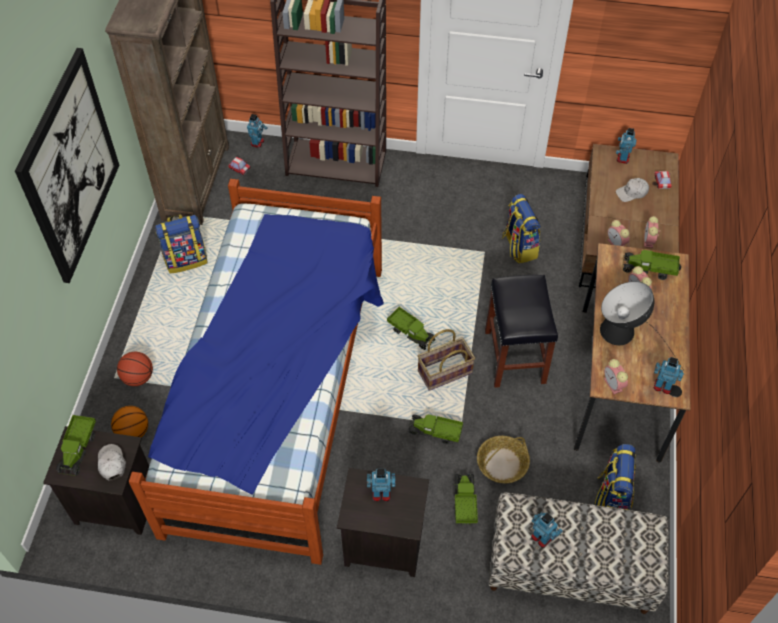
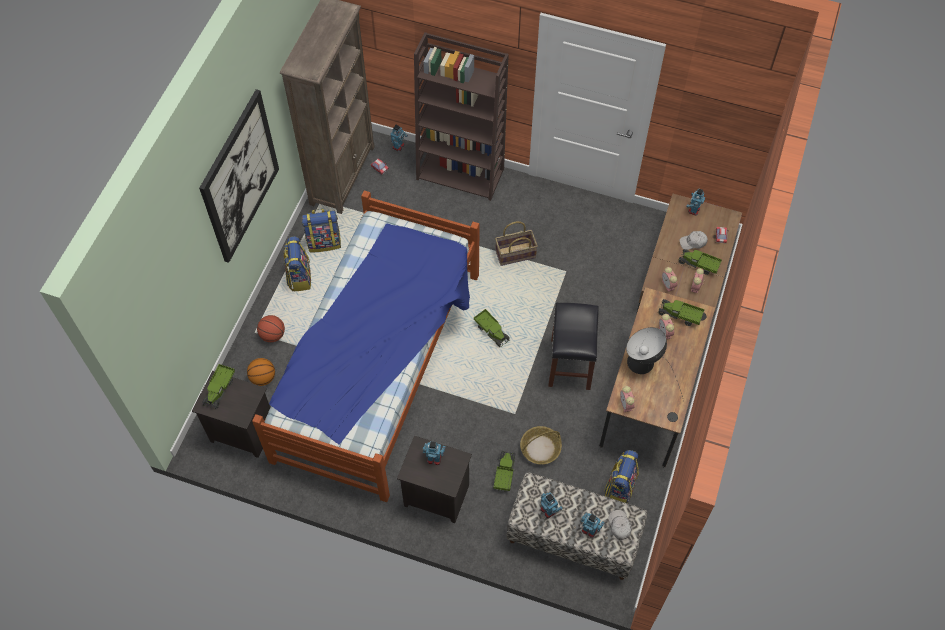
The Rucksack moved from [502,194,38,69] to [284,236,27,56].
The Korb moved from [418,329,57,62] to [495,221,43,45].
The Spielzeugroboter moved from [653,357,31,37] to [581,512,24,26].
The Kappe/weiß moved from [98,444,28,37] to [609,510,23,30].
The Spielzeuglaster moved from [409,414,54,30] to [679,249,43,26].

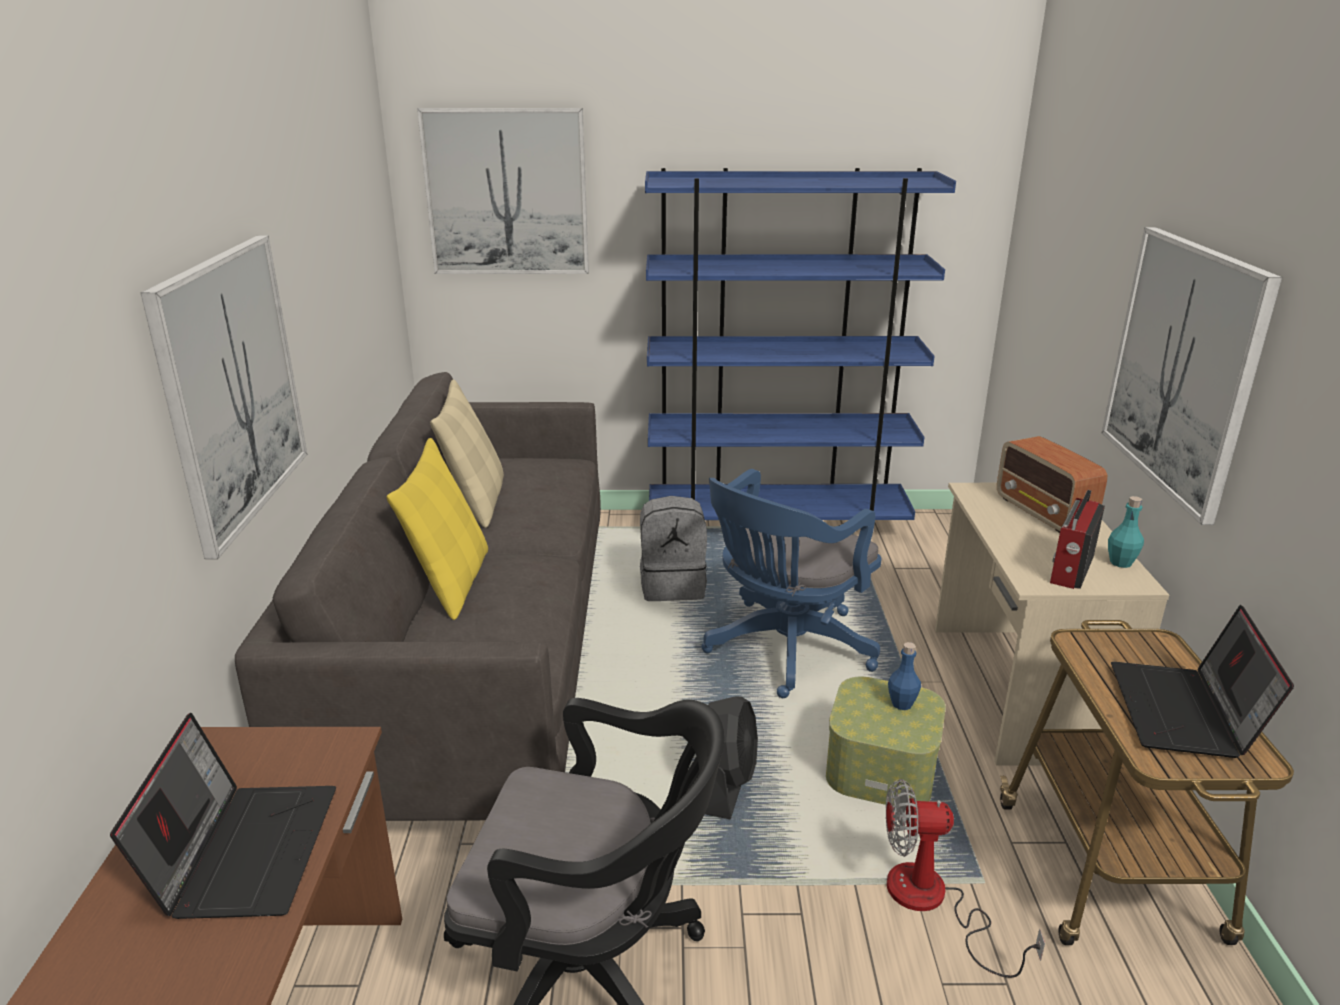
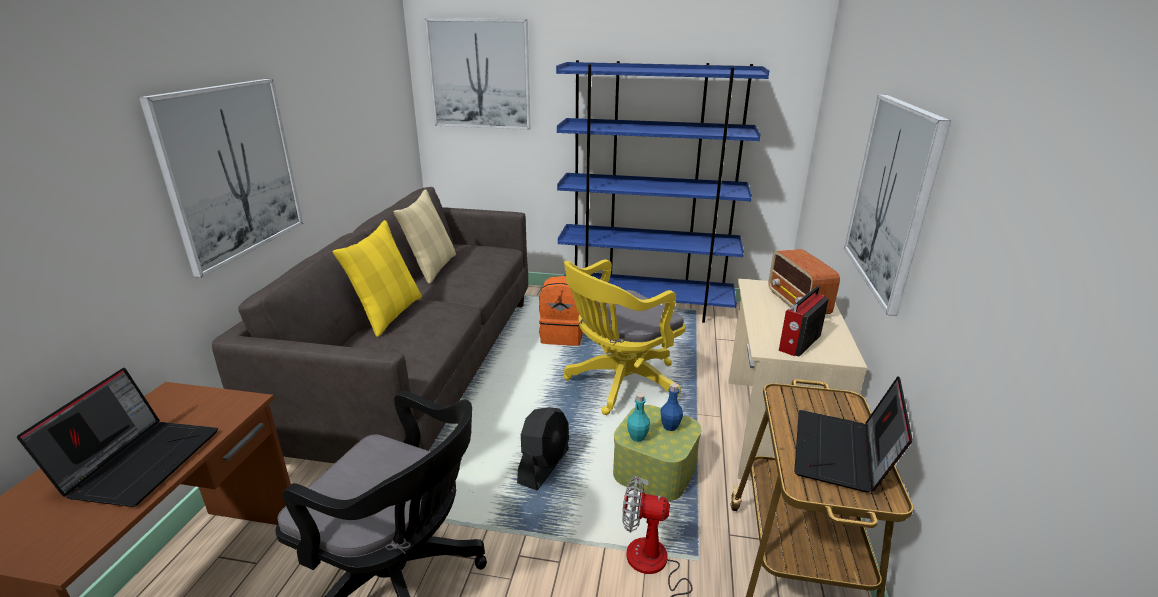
The Rucksack/grau at [640,496,67,105] became the Rucksack/orange at [539,276,44,70].
The Bürostuhl/blau at [701,469,180,229] became the Bürostuhl/gelb at [564,259,122,156].
The Flasche/türkis moved from [1108,496,36,72] to [627,393,23,49].

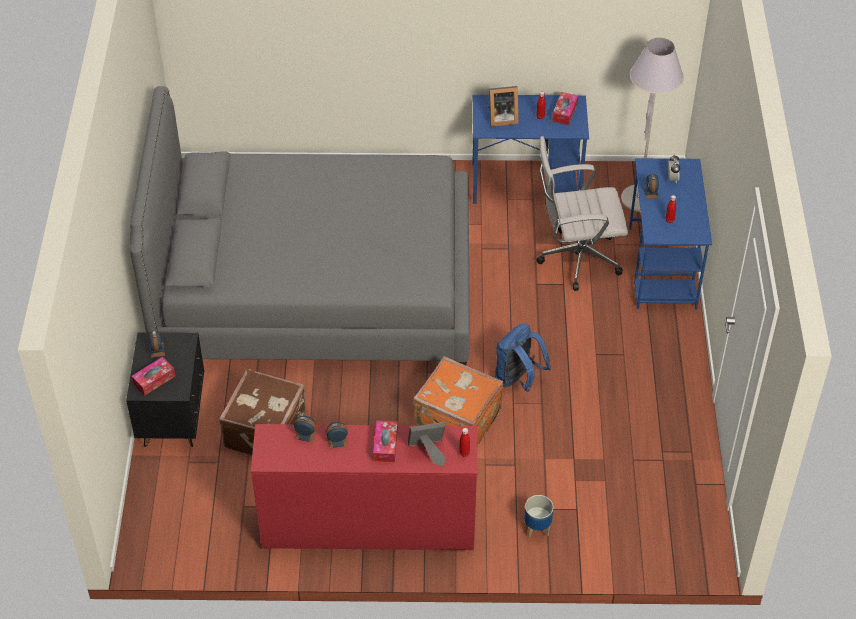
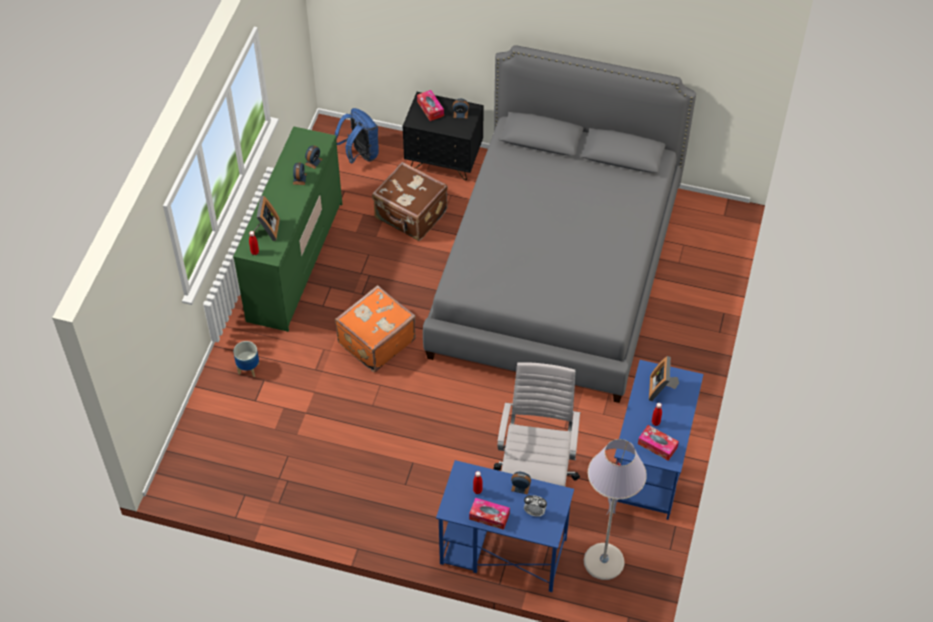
The Kommode/rot at [251,424,226,126] became the Kommode/grün at [233,127,109,205].
The Rucksack/blau moved from [495,323,56,69] to [335,108,44,56].
The Taschentuchbox moved from [373,421,25,41] to [469,498,41,32].

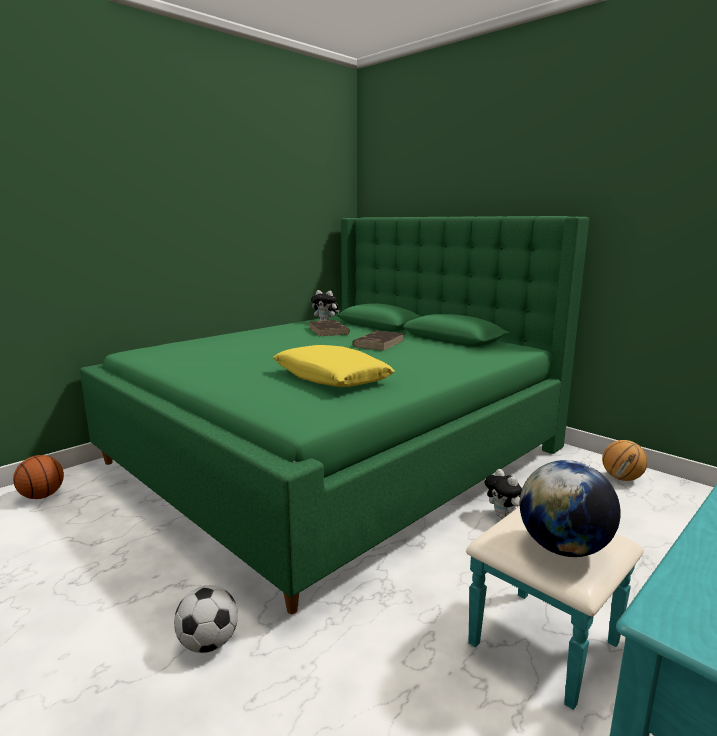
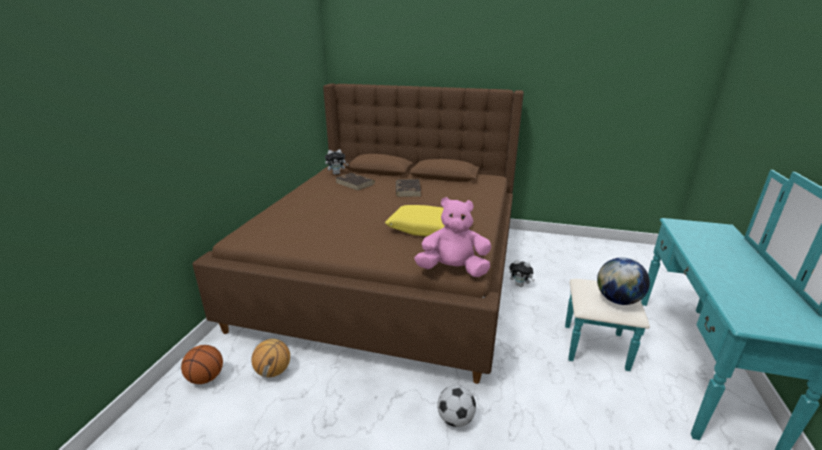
The Bett/grün at [80,216,509,398] became the Bett/braun at [192,84,332,300].
The Basketball moved from [602,440,46,41] to [251,339,39,38].
The Plüschtier/rosa at [414,197,77,80] appeared.

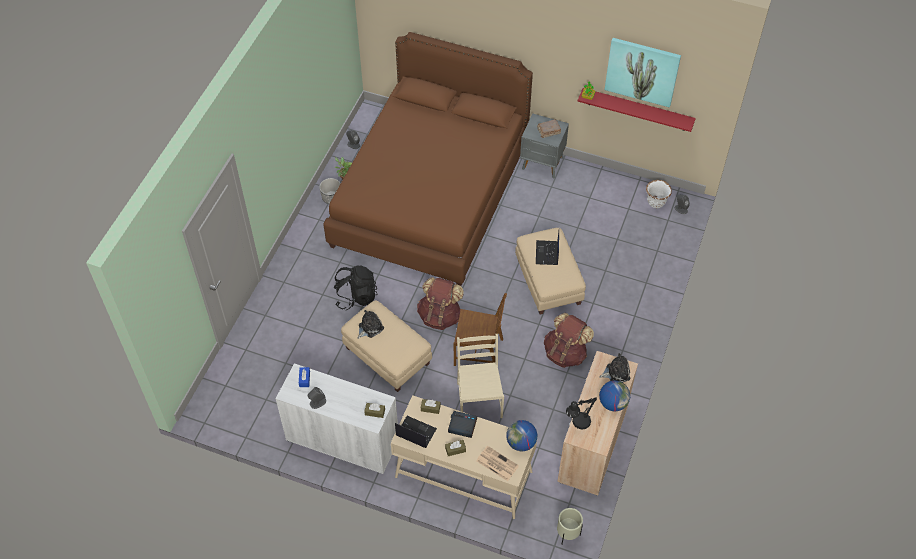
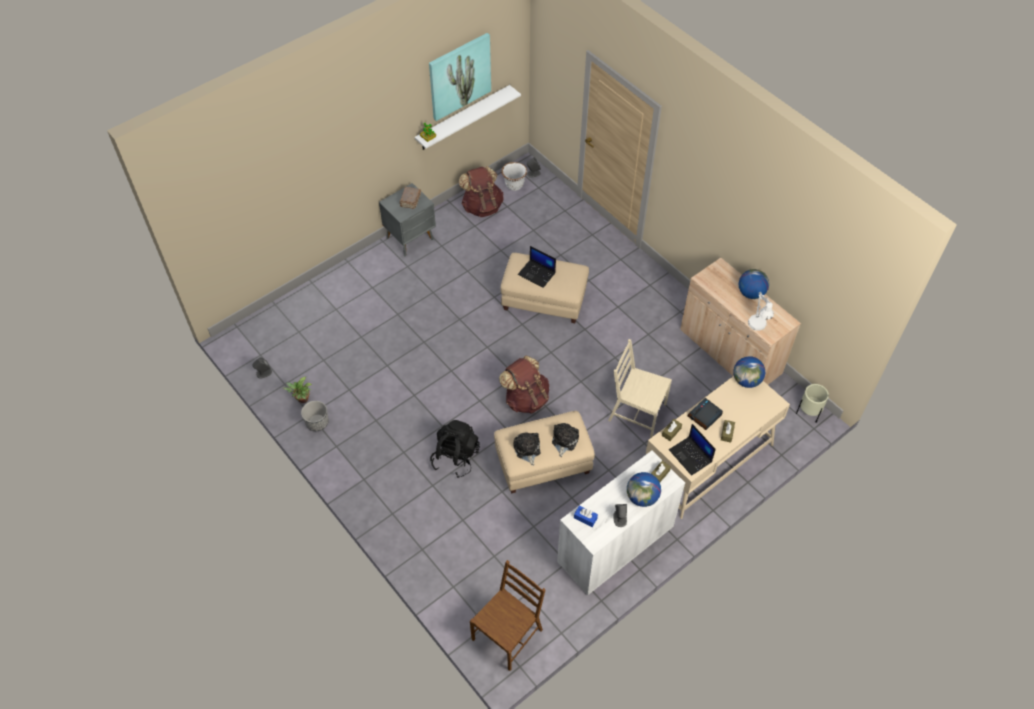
The Wandregal/rot at [578,88,118,44] became the Wandregal/weiß at [415,85,106,65].
The Rucksack/braun moved from [544,313,50,55] to [459,166,45,51].
The Stuhl/braun moved from [454,293,53,73] to [470,560,76,111].
The Plüschtier moved from [599,353,32,30] to [552,423,27,34].
The Globus at [627,472,34,35] appeared.
The Laptop at [395,416,42,32] turned 90 degrees counterclockwise.
The Tischlampe/schwarz at [566,397,31,32] became the Tischlampe/weiß at [748,292,26,39].
The Bett/braun at [323,32,210,254] disappeared.
The Zeitung at [476,446,43,35] disappeared.

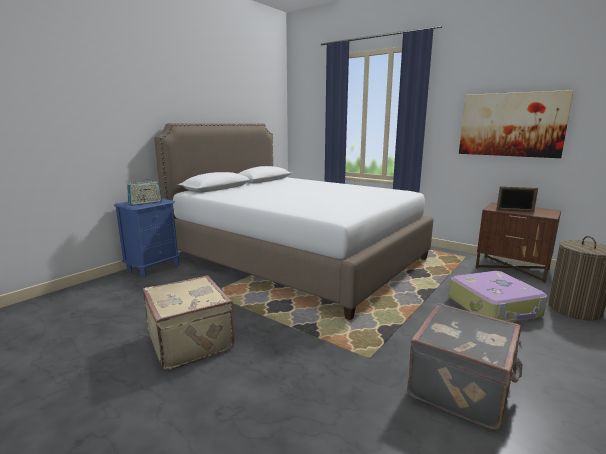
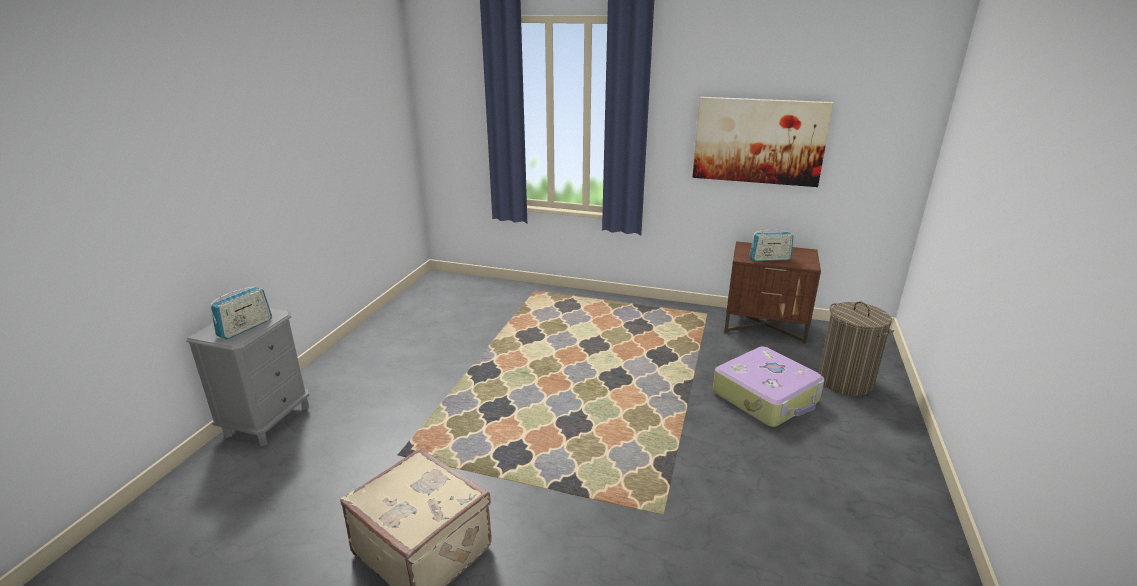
The Nachttisch/blau at [114,198,66,80] became the Nachttisch/grau at [186,308,123,139].
The Bilderrahmen at [496,186,42,26] was replaced by the Radio at [749,230,44,31].
The Bett/weiß at [154,123,279,197] disappeared.
The Koffer/grau at [407,303,116,126] disappeared.

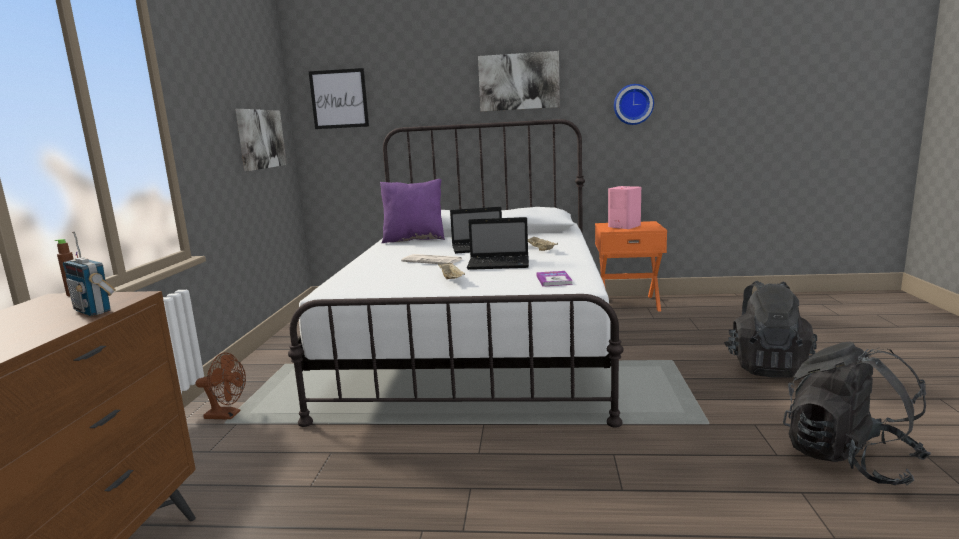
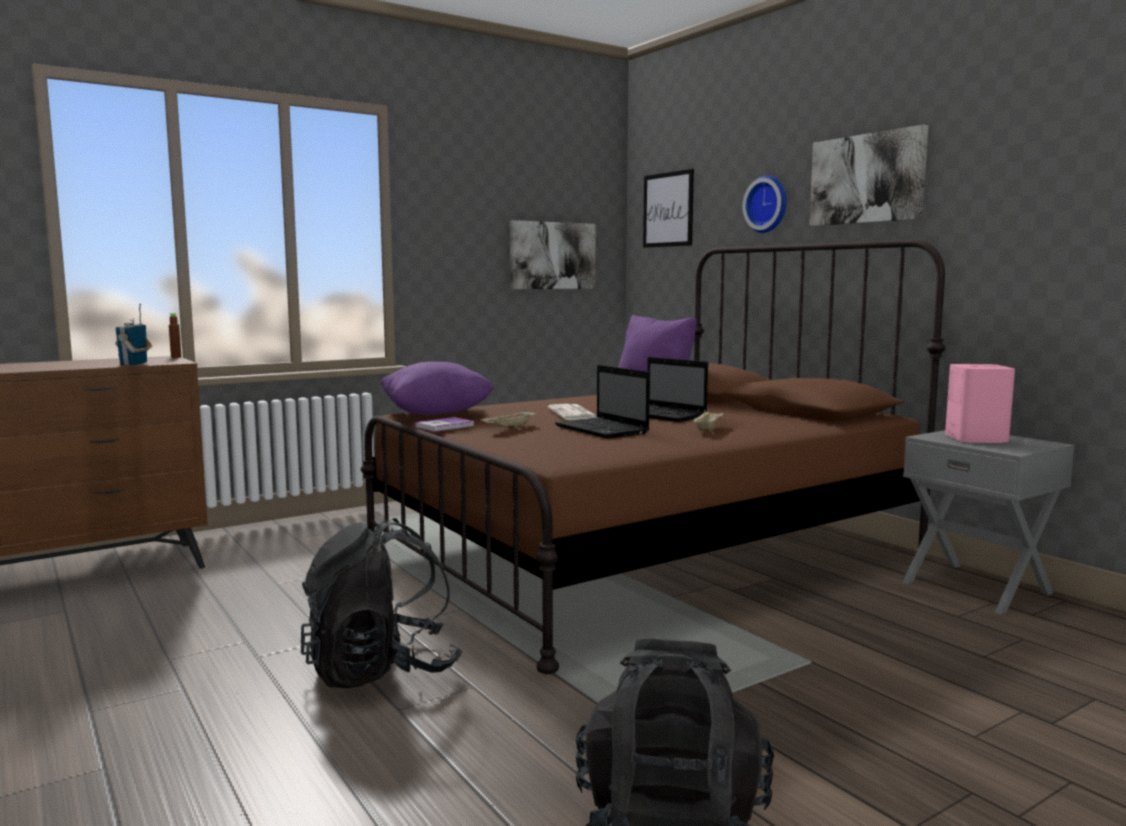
The Rucksack/schwarz moved from [724,281,93,97] to [301,518,161,170].
The Bett/weiß at [288,119,336,309] became the Bett/braun at [361,239,584,435].
The Kissen/lila at [380,362,115,53] appeared.
The Buch moved from [536,271,37,16] to [414,417,60,15].
The Wanduhr moved from [614,84,40,41] to [743,175,44,58].
The Nachttisch/orange at [595,221,72,91] became the Nachttisch/grau at [902,430,173,184].
The Ventilator/braun at [196,352,50,68] disappeared.

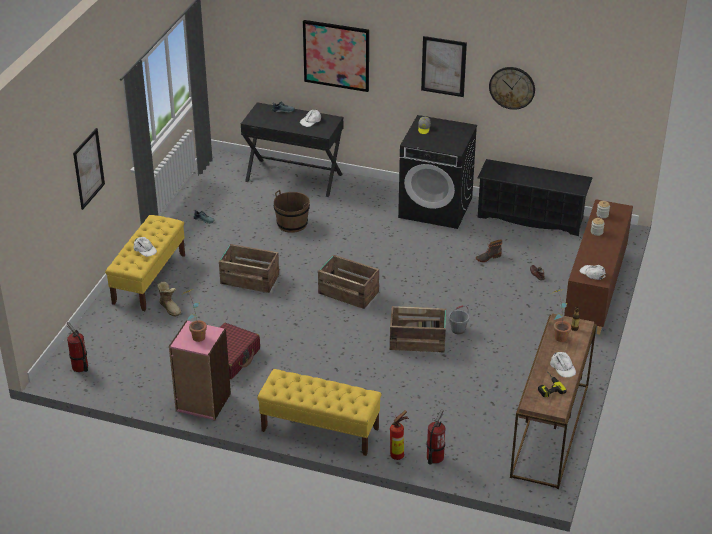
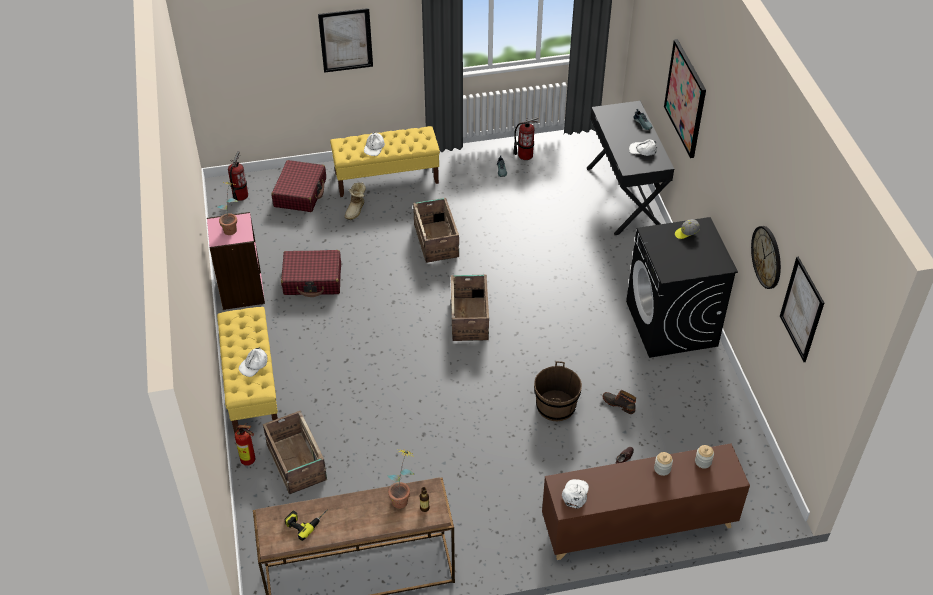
The Kappe/weiß moved from [550,352,26,25] to [239,348,29,29].
The Kiste moved from [390,306,56,46] to [263,411,64,83].
The Koffer/rot at [271,160,55,52] appeared.
The Feuerlöscher moved from [426,409,19,55] to [513,117,26,43].
The Eimer/braun moved from [274,190,36,43] to [534,361,48,60].
The Bild moved from [421,36,46,61] to [780,257,44,105].
The Eimer/grau at [449,305,20,29] disappeared.
The Schuhregal/schwarz at [478,159,114,77] disappeared.

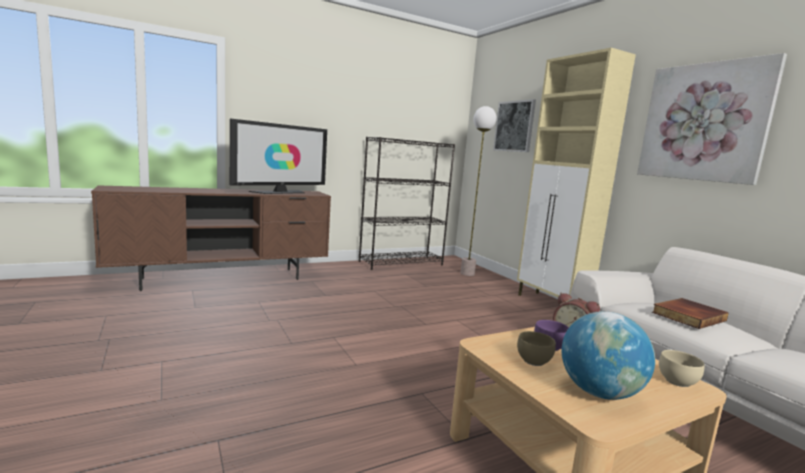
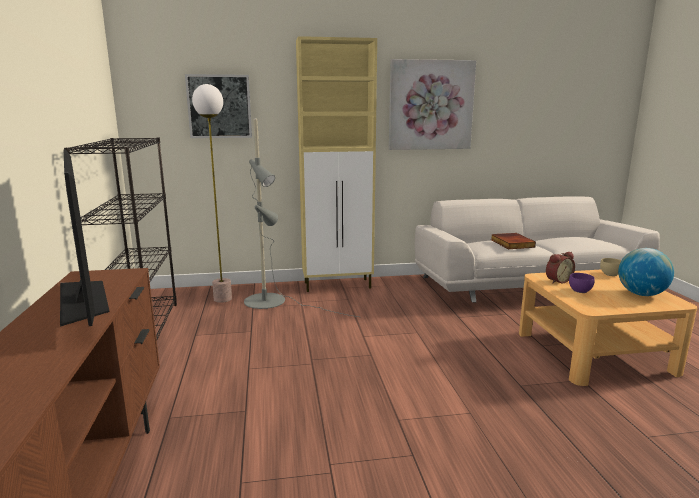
The Stehlampe/grau at [244,118,115,199] appeared.
The Schüssel/braun at [517,331,39,35] disappeared.

